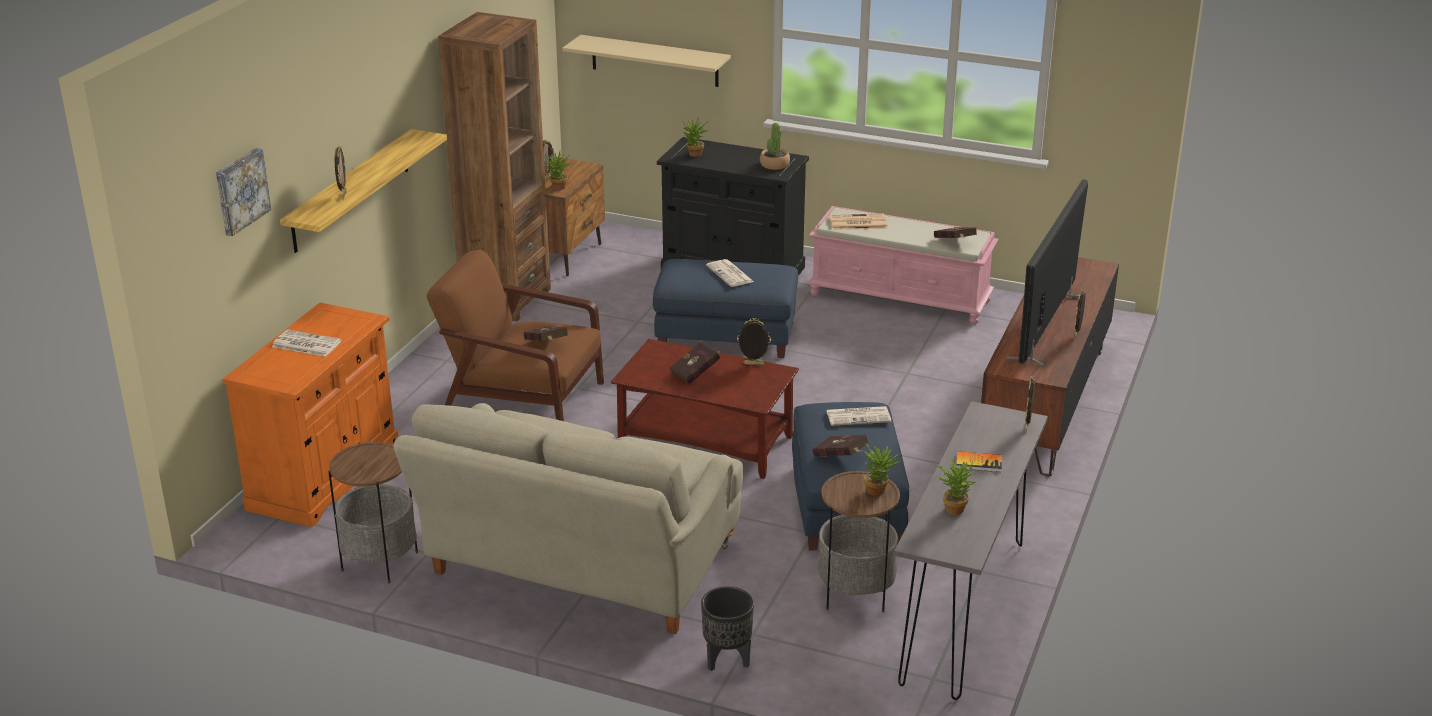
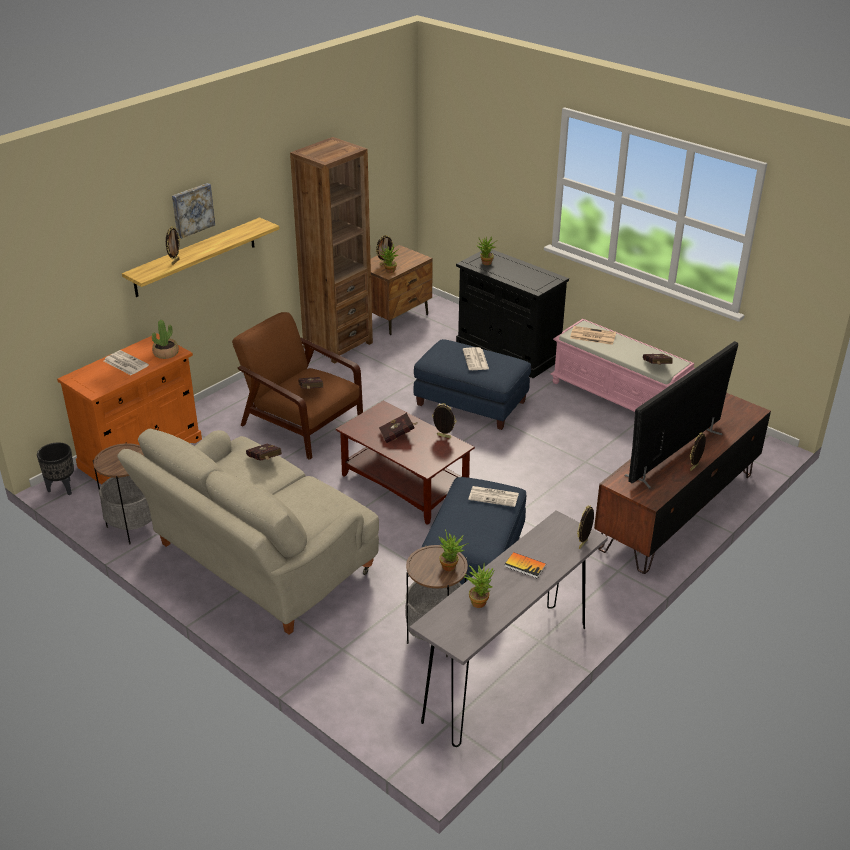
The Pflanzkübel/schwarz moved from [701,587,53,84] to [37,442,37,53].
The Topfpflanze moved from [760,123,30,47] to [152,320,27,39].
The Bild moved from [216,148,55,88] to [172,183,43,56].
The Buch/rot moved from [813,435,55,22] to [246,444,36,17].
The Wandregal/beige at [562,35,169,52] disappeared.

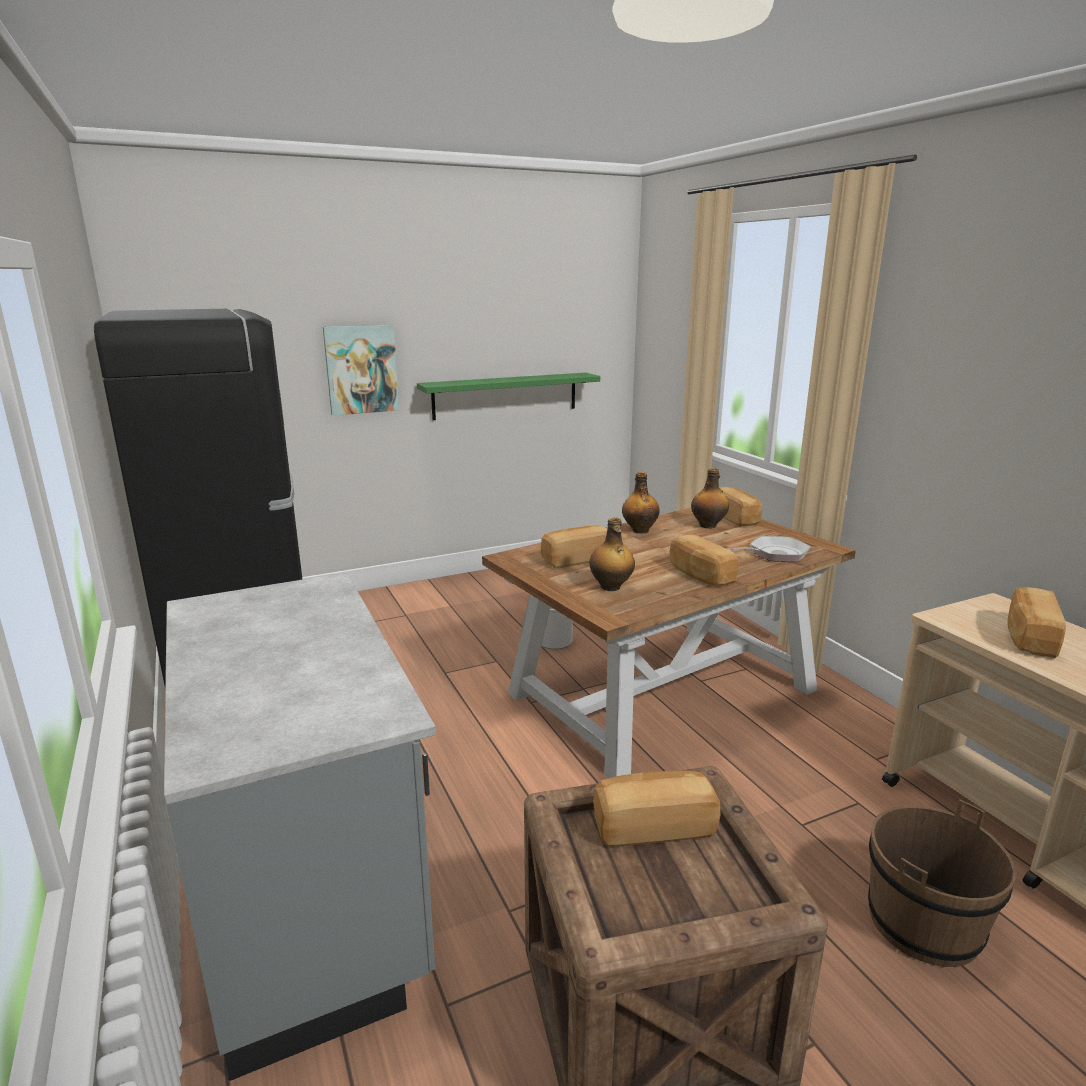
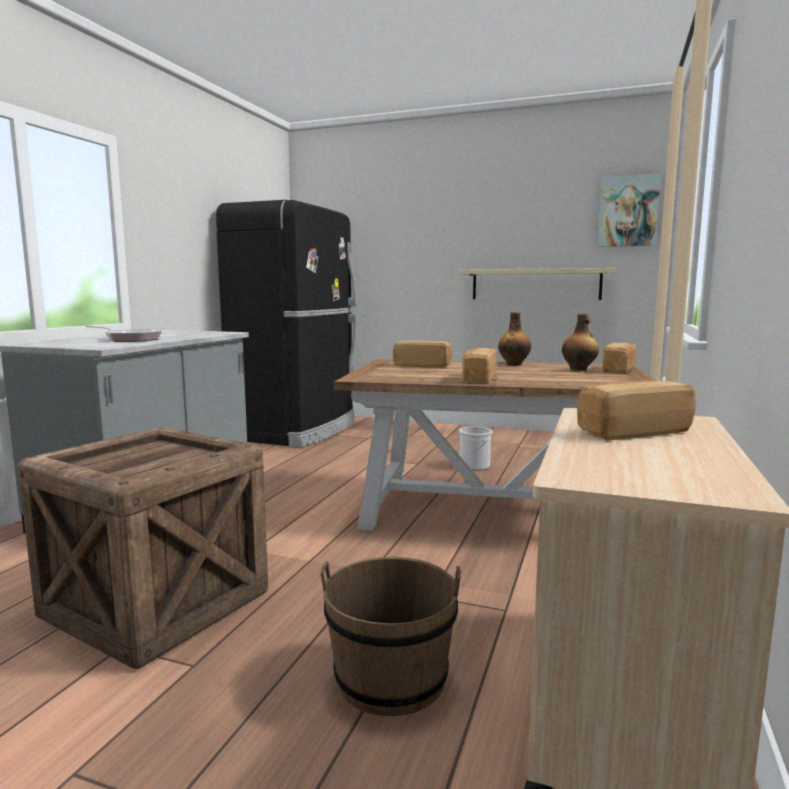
The Pfanne moved from [728,536,83,26] to [85,325,77,17].
The Wandregal/grün at [417,373,183,47] became the Wandregal/beige at [458,268,158,32].
The Bild moved from [323,325,77,91] to [598,174,63,73].
The Flasche at [589,518,46,73] disappeared.
The Brot at [593,771,127,76] disappeared.

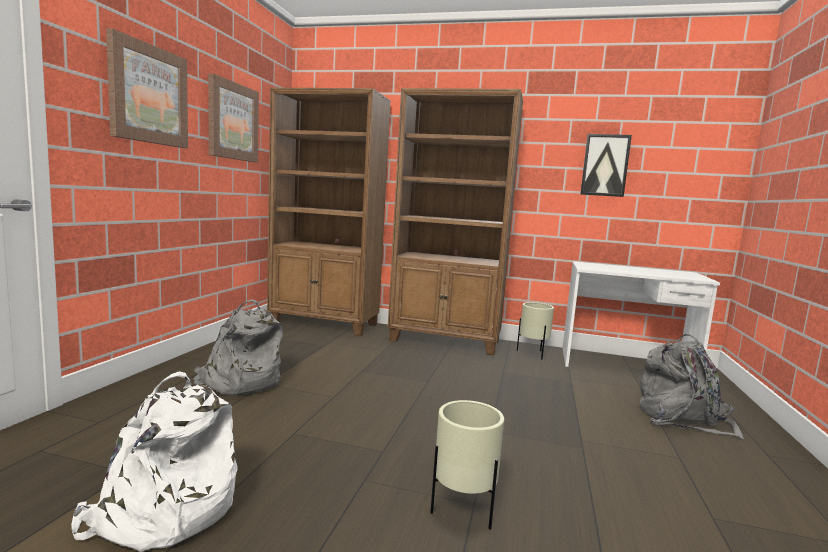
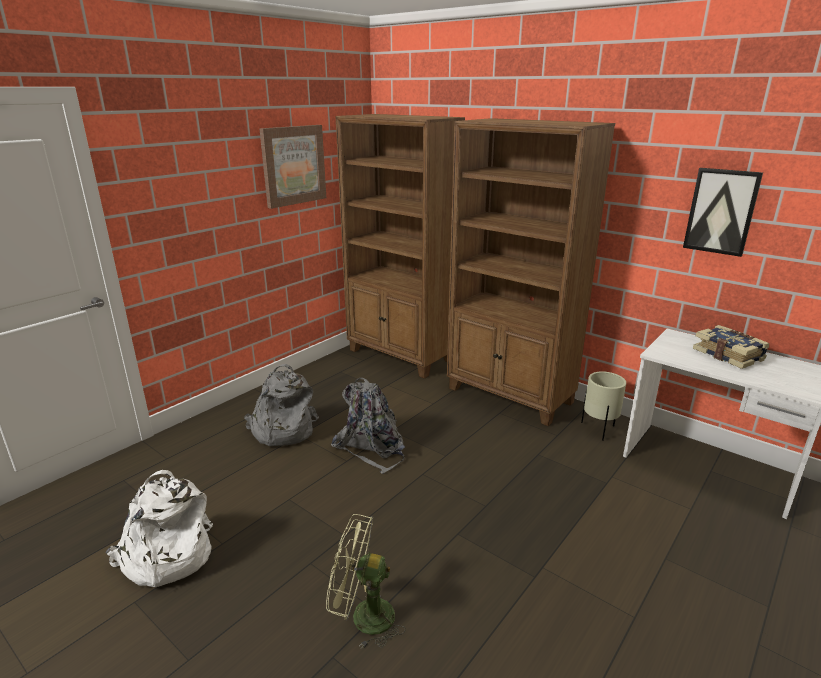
The Pflanzkübel/beige at [430,400,74,130] was replaced by the Ventilator/grün at [326,514,80,135].
The Rucksack/grau moved from [640,334,104,105] to [331,378,74,96].
The Buch at [693,325,76,44] appeared.
The Bild at [106,28,82,120] disappeared.

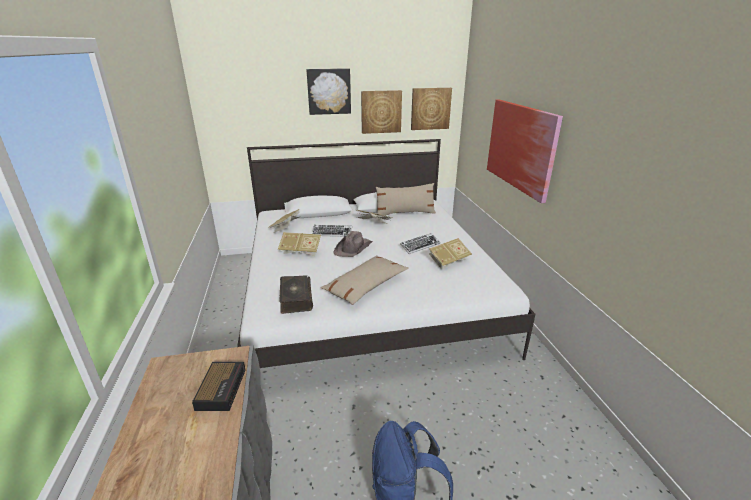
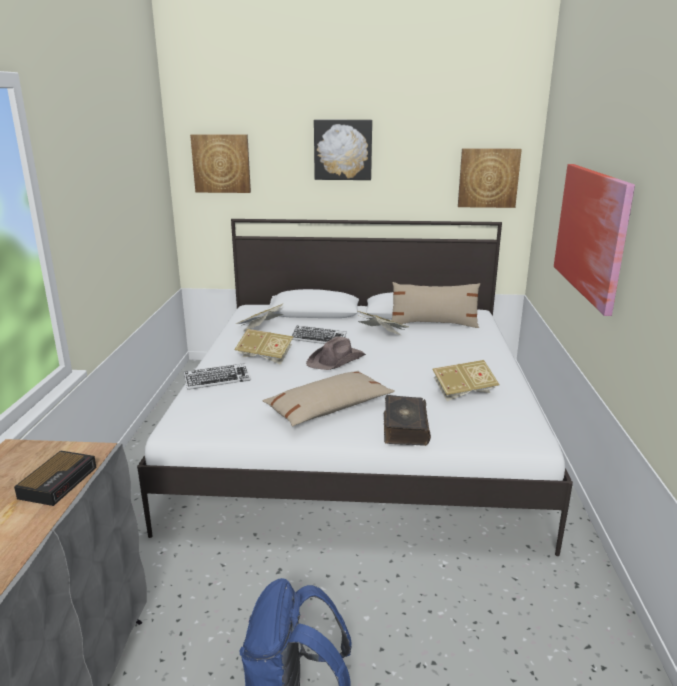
The Tastatur moved from [400,233,41,21] to [184,363,67,27].
The Bild moved from [361,90,41,44] to [190,134,61,59].
The Buch moved from [279,275,34,39] to [384,395,47,51].

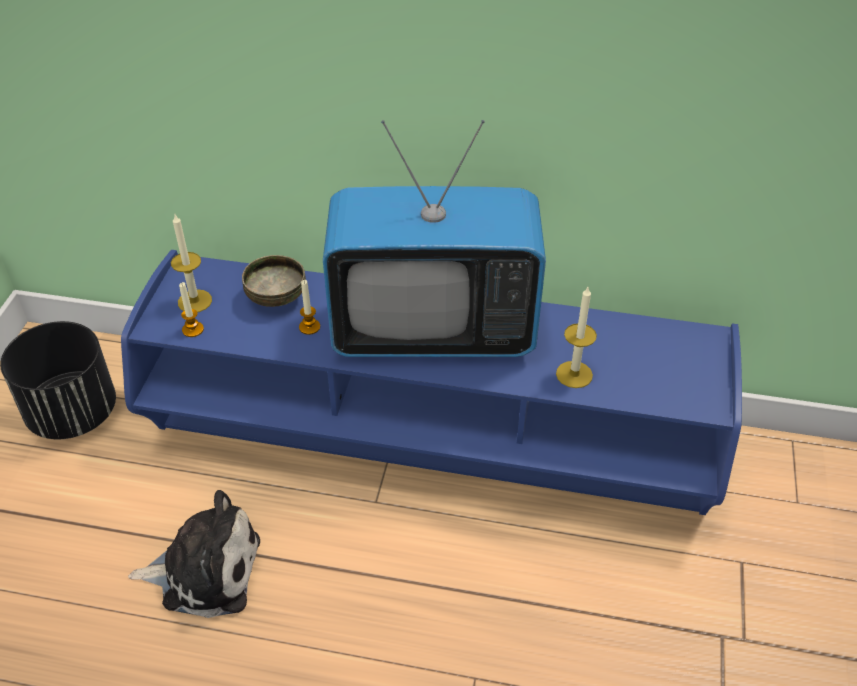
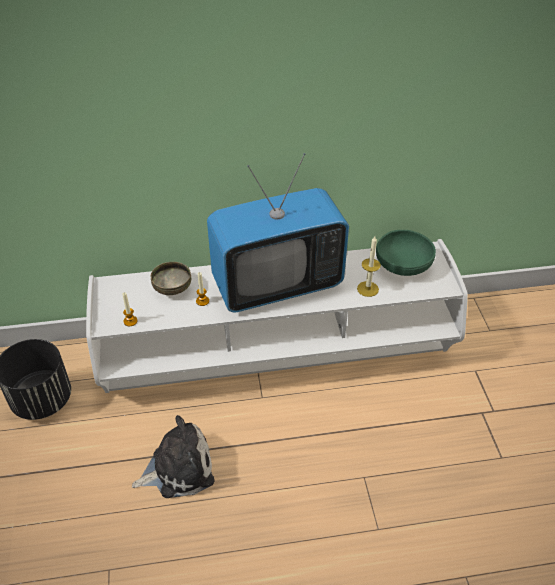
The Fernsehschrank/blau at [121,250,621,265] became the Fernsehschrank/weiß at [86,239,382,154].
The Schüssel/grün at [376,230,60,46] appeared.
The Kerze at [171,214,41,99] disappeared.

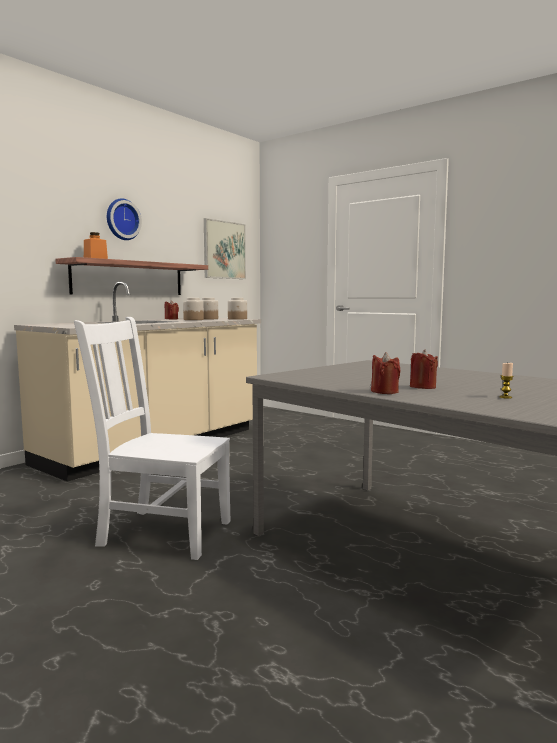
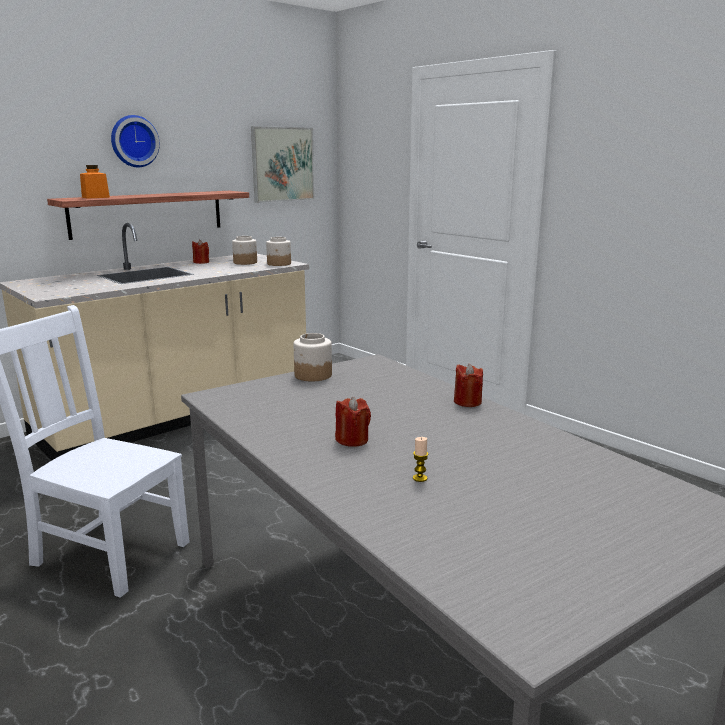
The Vorratsglas moved from [183,298,21,22] to [293,333,39,48].
The Kerze/rot moved from [371,352,30,42] to [454,364,29,43].

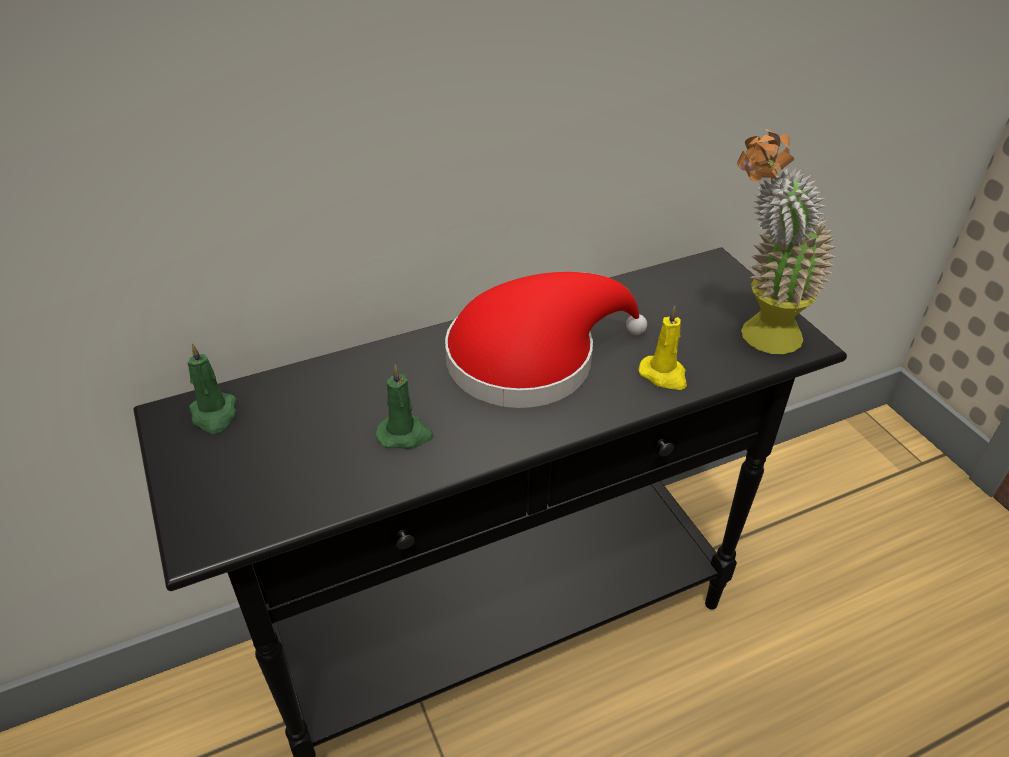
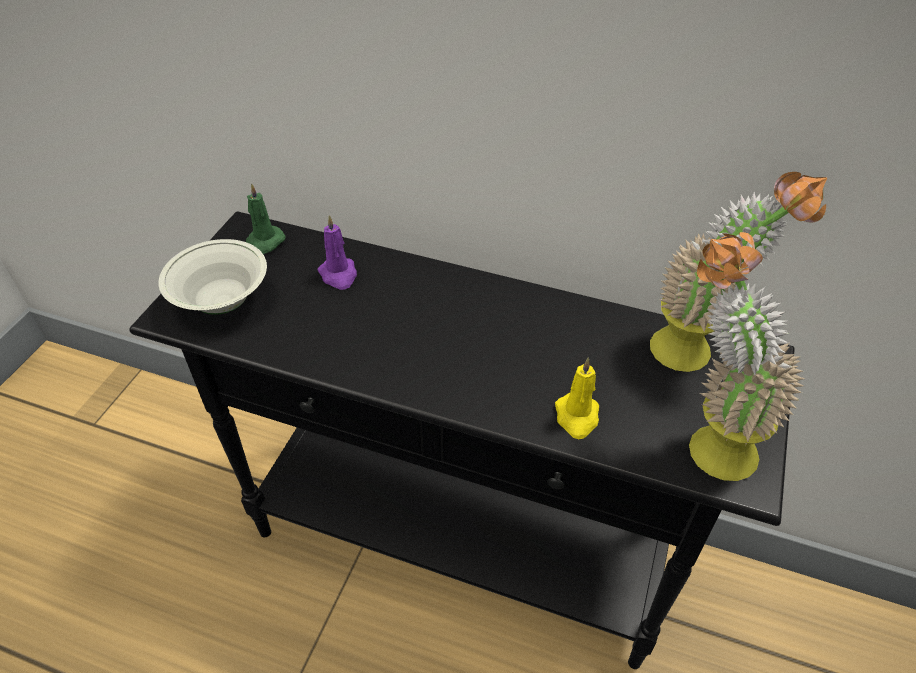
The Schüssel/weiß at [158,239,109,76] appeared.
The Kerze/lila at [317,215,40,75] appeared.
The Topfpflanze at [650,172,177,200] appeared.
The Kerze/grün at [376,365,58,84] disappeared.
The Hut/rot at [445,272,202,136] disappeared.

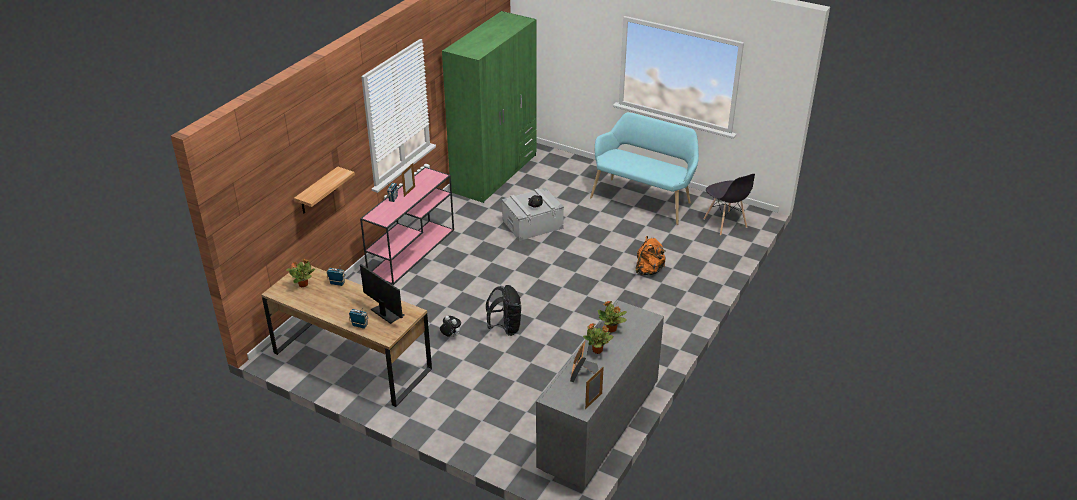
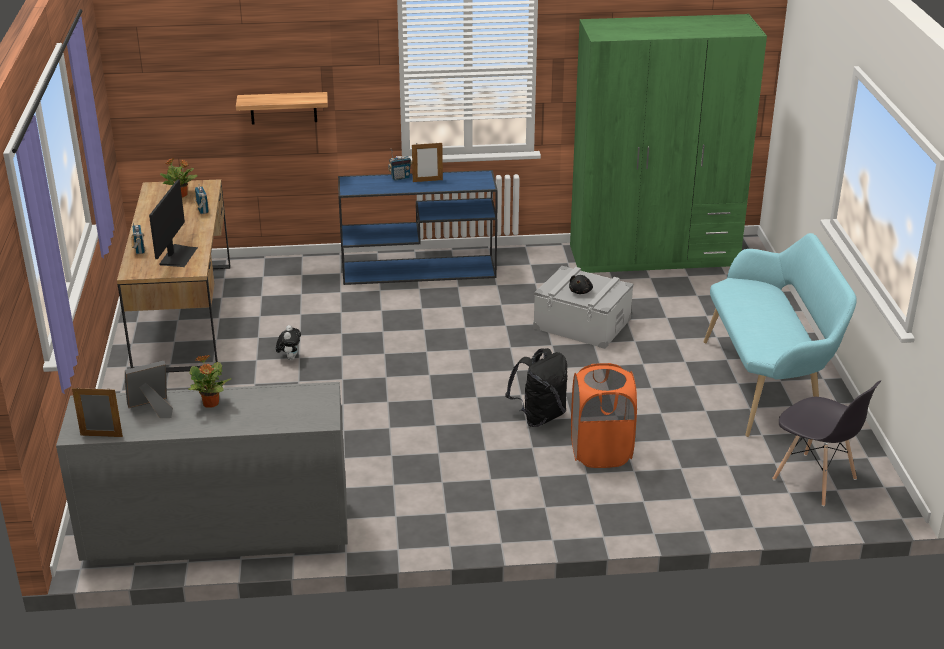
The Konsolentisch/rosa at [360,167,94,118] became the Konsolentisch/blau at [338,170,160,115].
The Rucksack/schwarz moved from [486,285,35,51] to [505,348,62,79].
The Rucksack/orange at [636,236,29,40] was replaced by the Wäschekorb/orange at [571,363,66,105].
The Stuhl/grau at [703,174,52,62] turned 75 degrees counterclockwise.
The Topfpflanze at [597,301,30,32] disappeared.

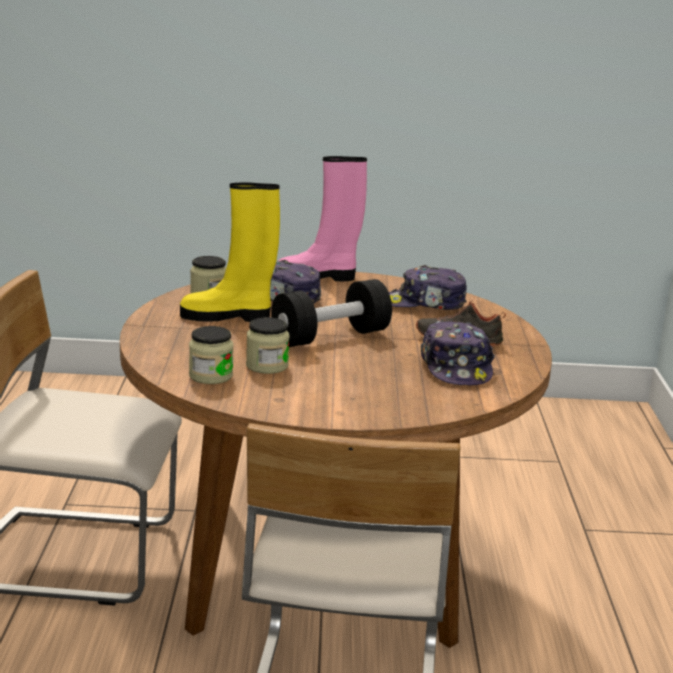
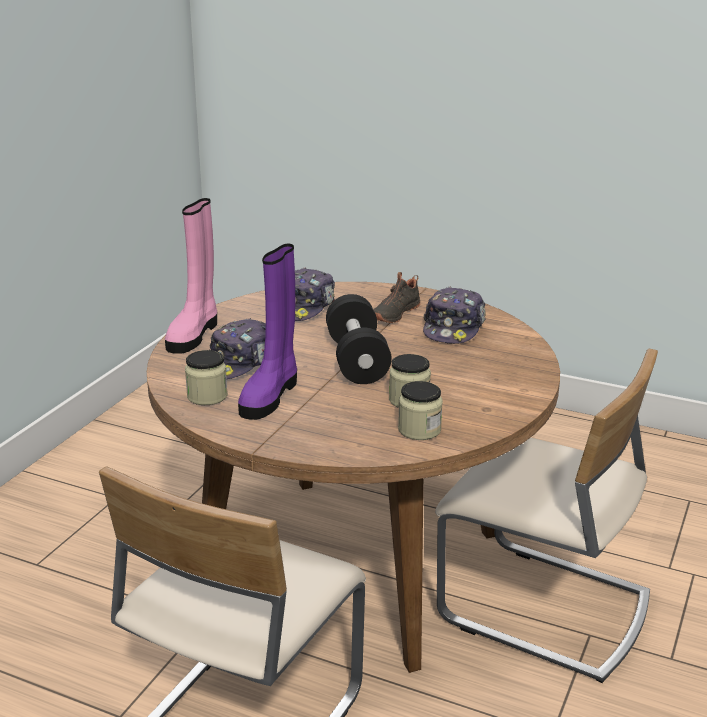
The Stiefel/gelb at [180,182,100,140] became the Stiefel/lila at [238,244,59,176].
The Kappe at [421,320,74,65] turned 90 degrees clockwise.

